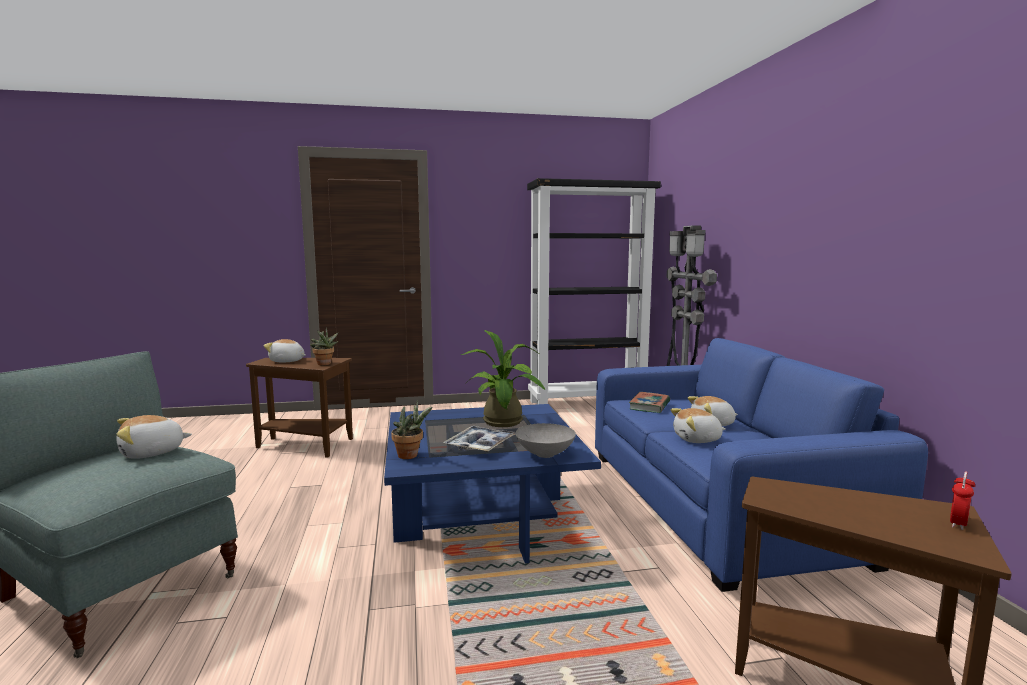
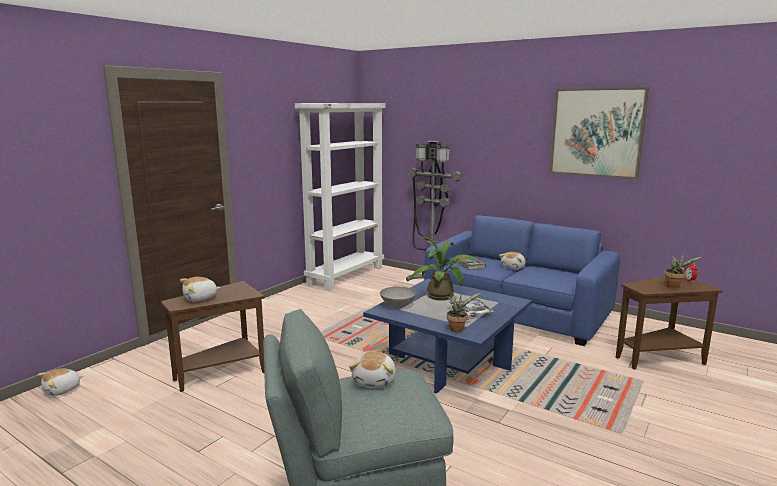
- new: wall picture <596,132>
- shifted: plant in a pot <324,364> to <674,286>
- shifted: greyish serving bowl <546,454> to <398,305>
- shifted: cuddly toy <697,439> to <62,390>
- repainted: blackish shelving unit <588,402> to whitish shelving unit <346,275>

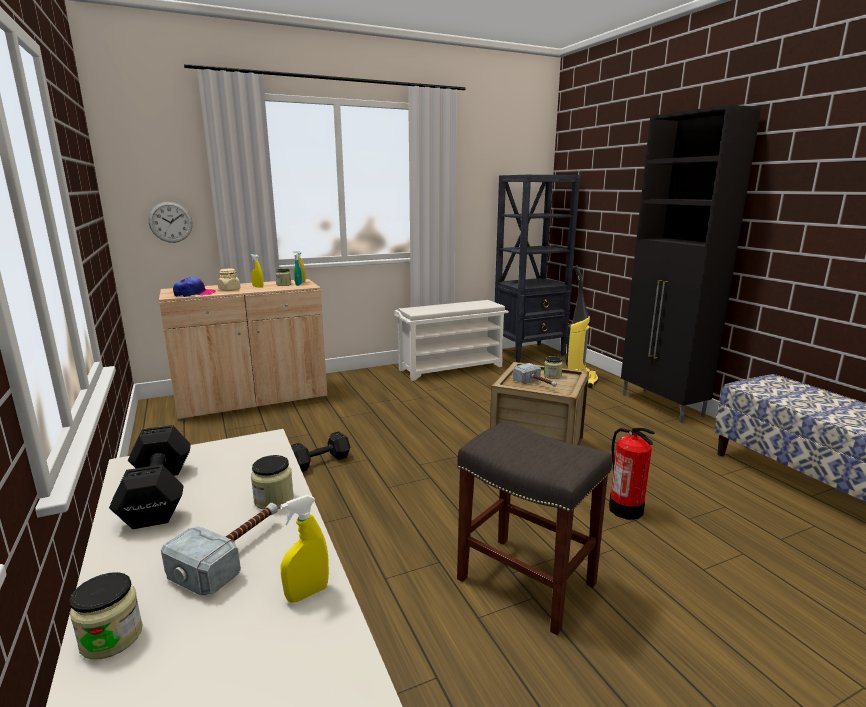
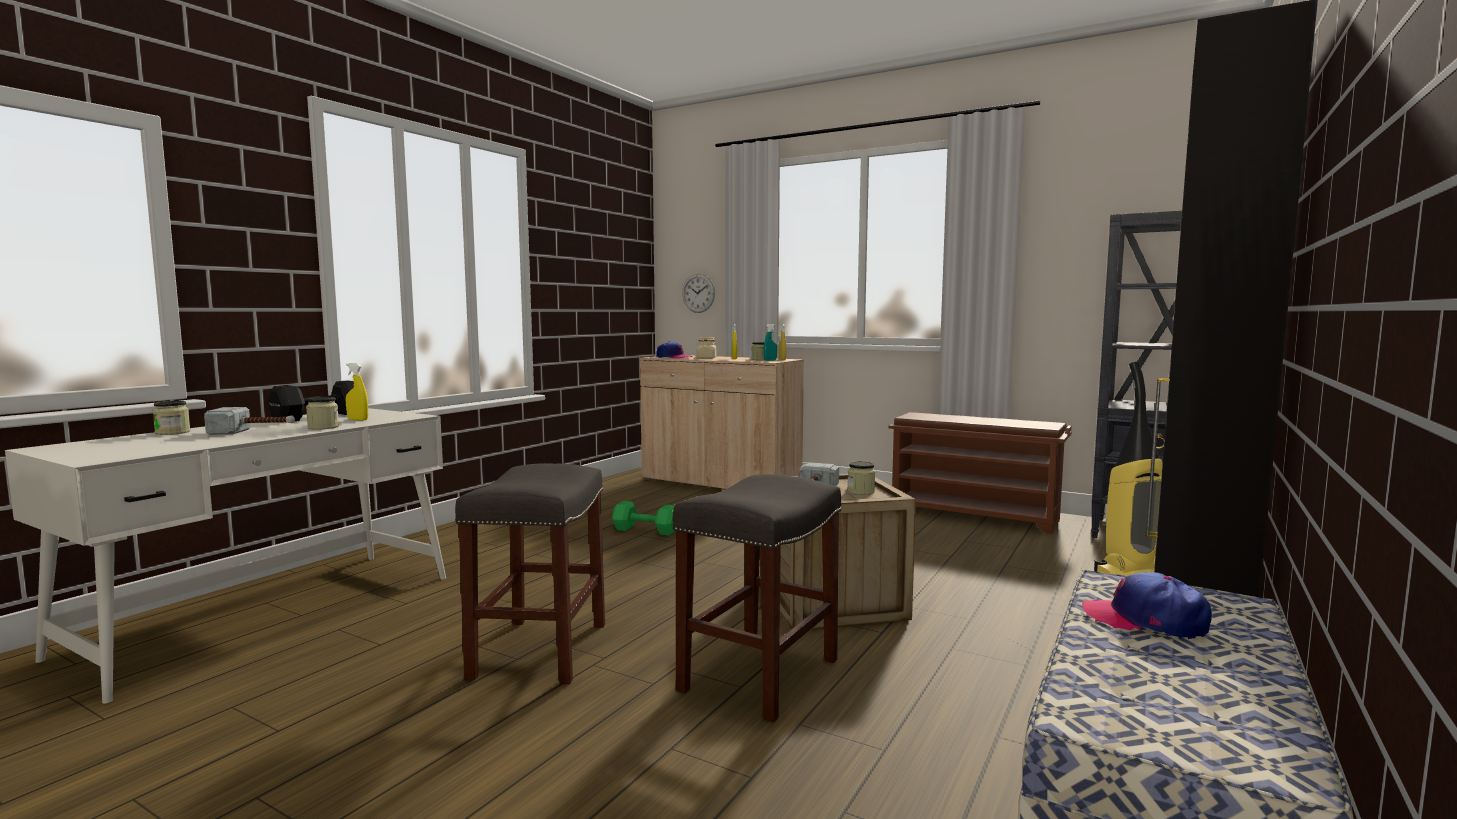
- new: peaked cap <1145,620>
- shifted: yellowish spray bottle <307,593> to <357,420>
- swapped: fire-fighting cylinder <625,509> to greyish sitting stool <759,676>
- repainted: blackish free weight <321,462> to green free weight <647,531>
- repainted: whitish shoe rack <451,368> to brown shoe rack <975,515>

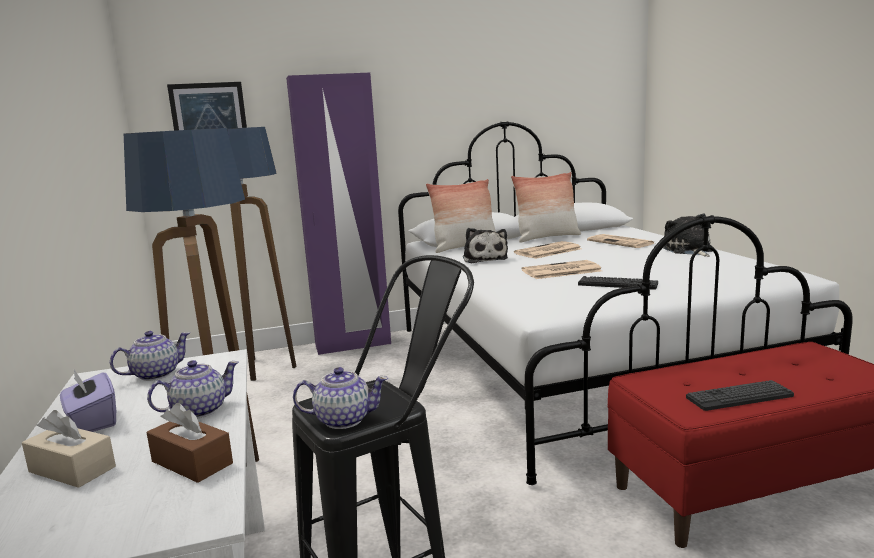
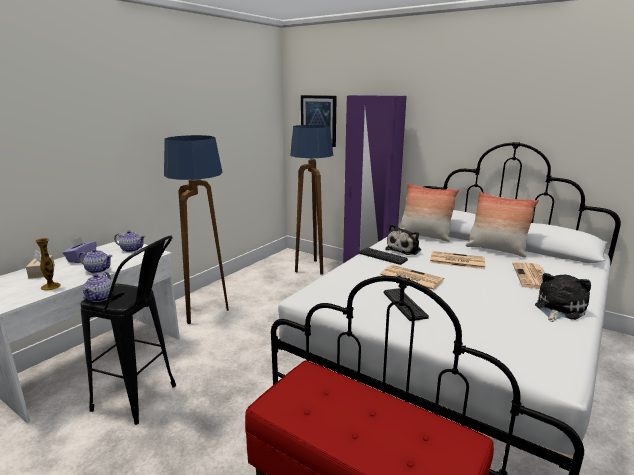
- shifted: PC keyboard <739,397> to <382,256>
- swapped: brown box of tissues <192,462> to decorative vase <50,286>
- rotated: pot for tea <343,419> = <100,297> 45 degrees clockwise

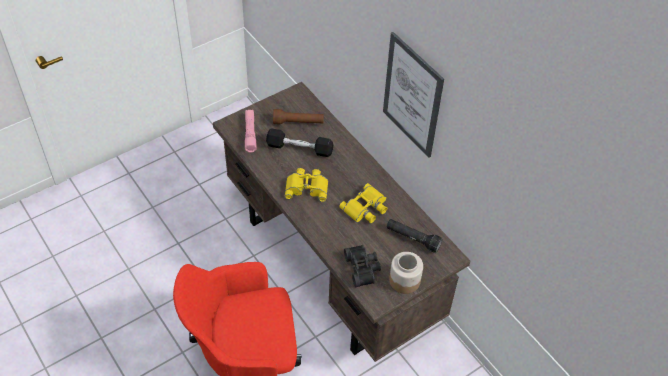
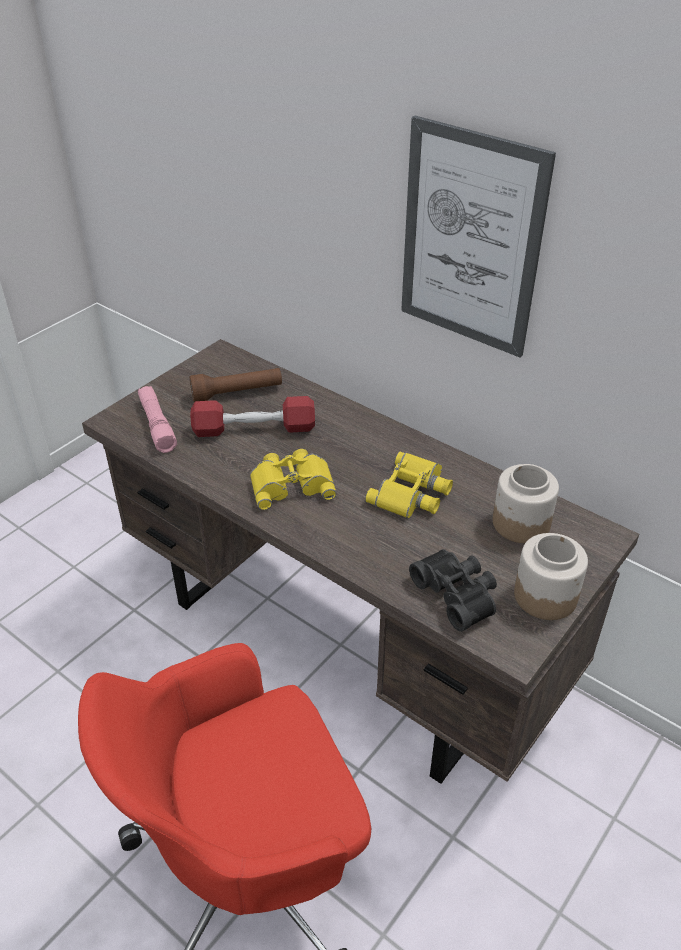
- swapped: blackish hand torch <412,239> to preserve jar <520,523>
- repainted: blackish free weight <299,148> to red free weight <254,429>

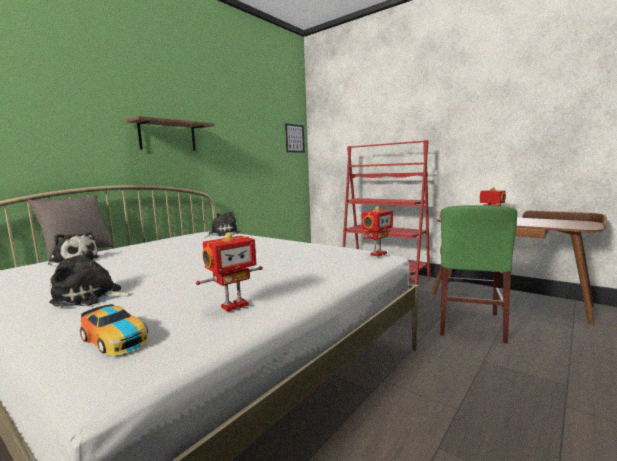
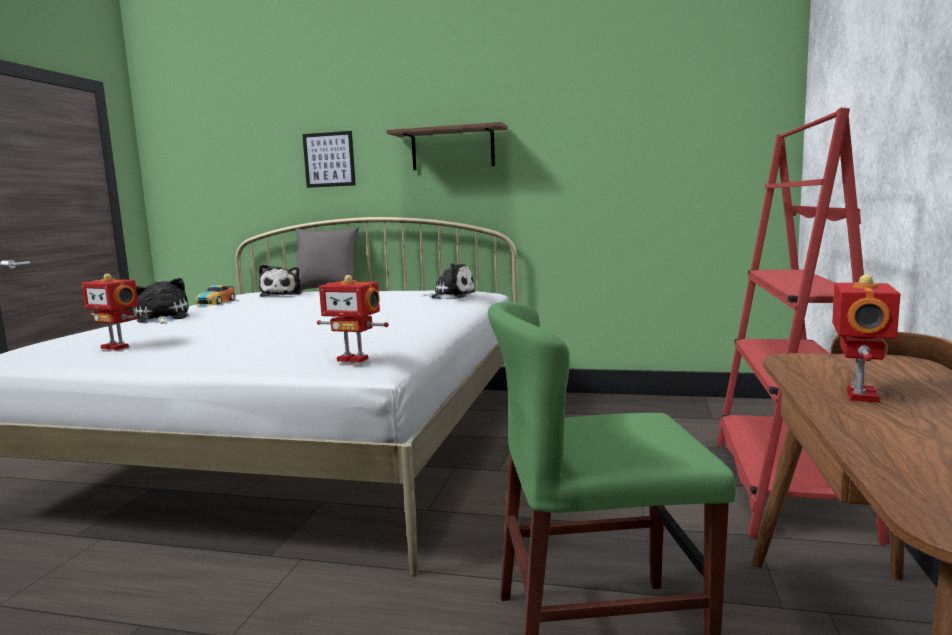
- shifted: model car <115,339> to <215,302>
- shifted: wall picture <294,138> to <329,159>

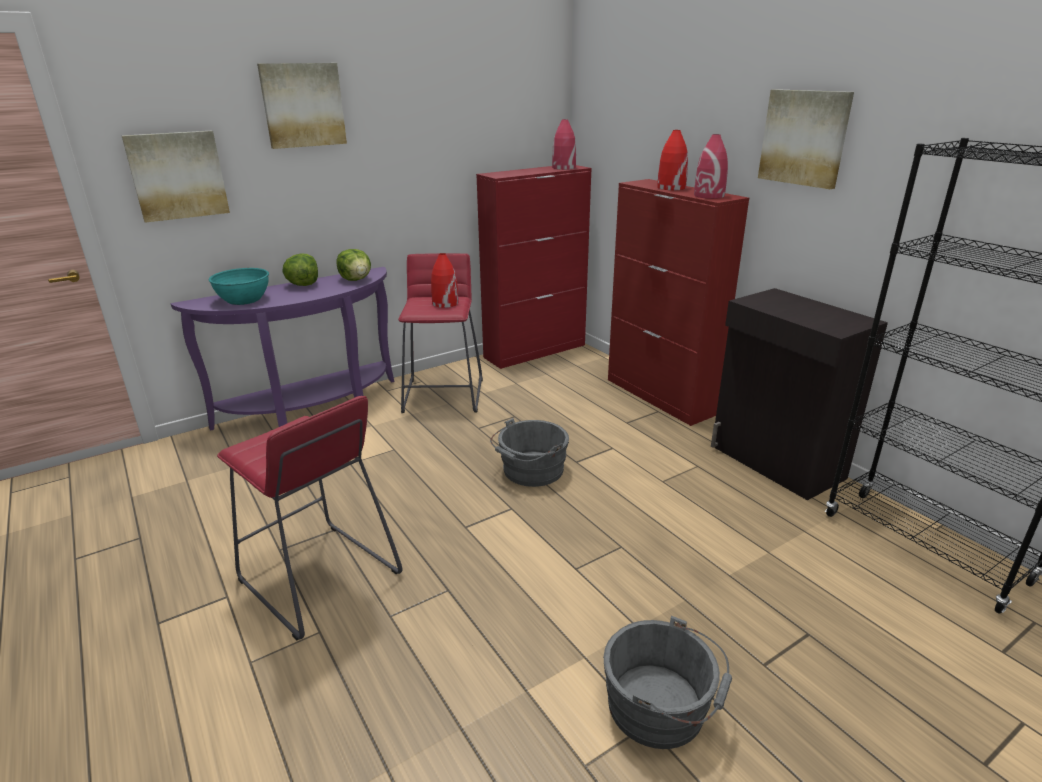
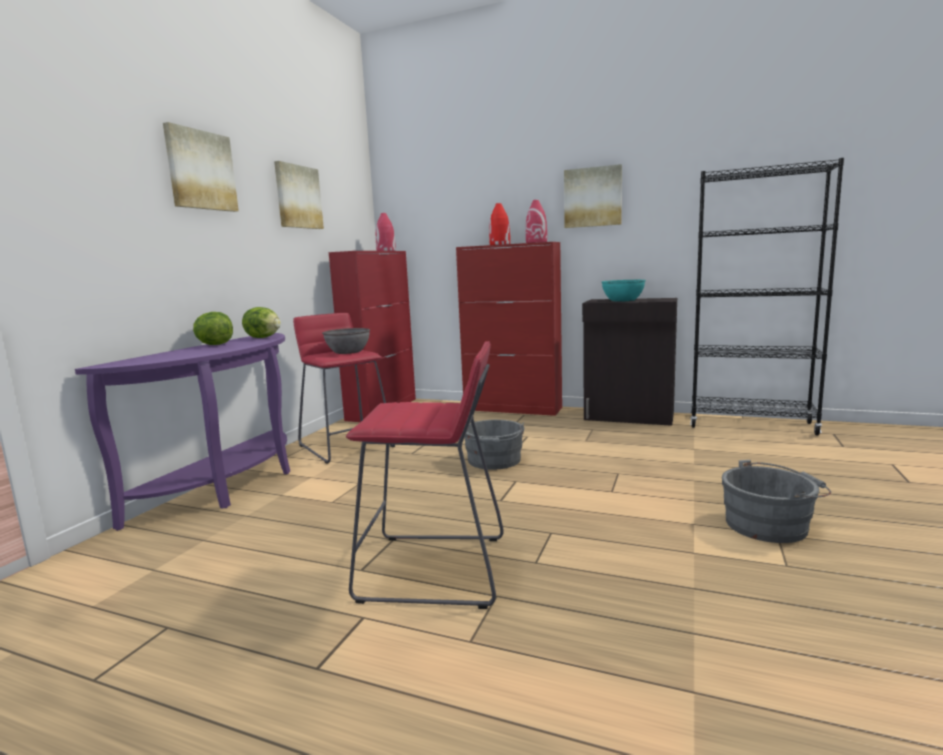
- shifted: wall picture <177,175> to <298,197>
- shifted: blue-green serving bowl <244,300> to <623,300>
- swapped: red decorative vase <445,303> to greyish serving bowl <348,352>

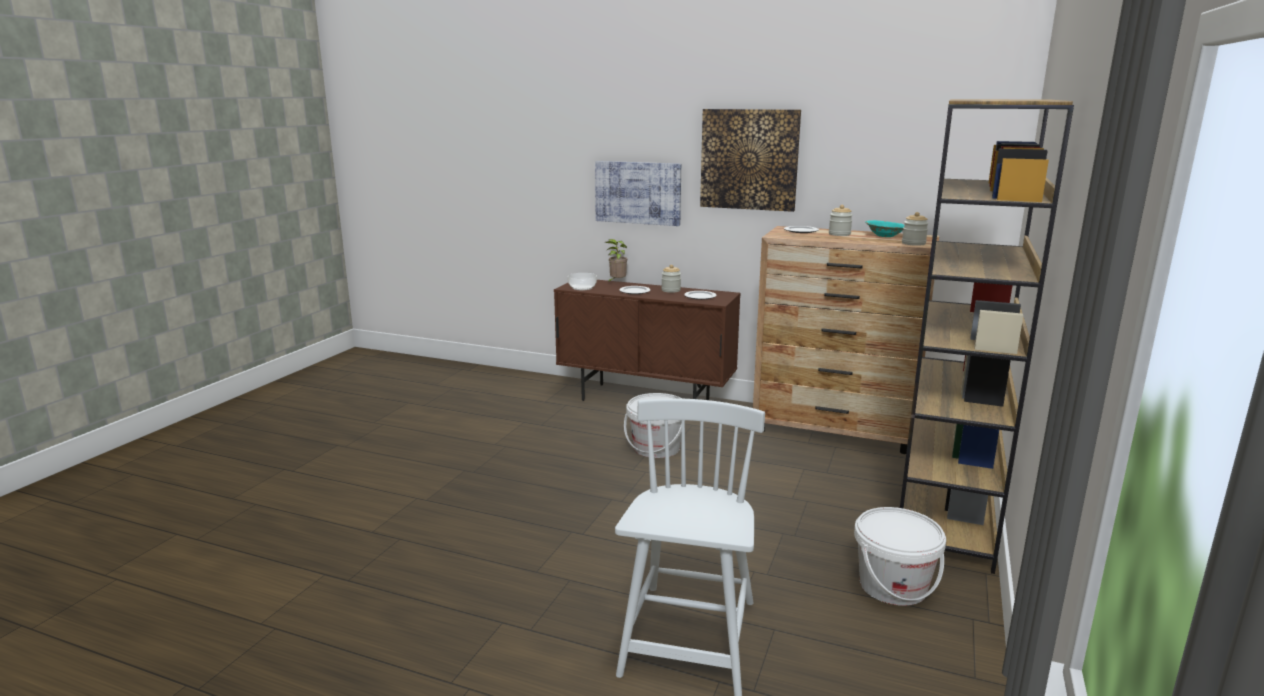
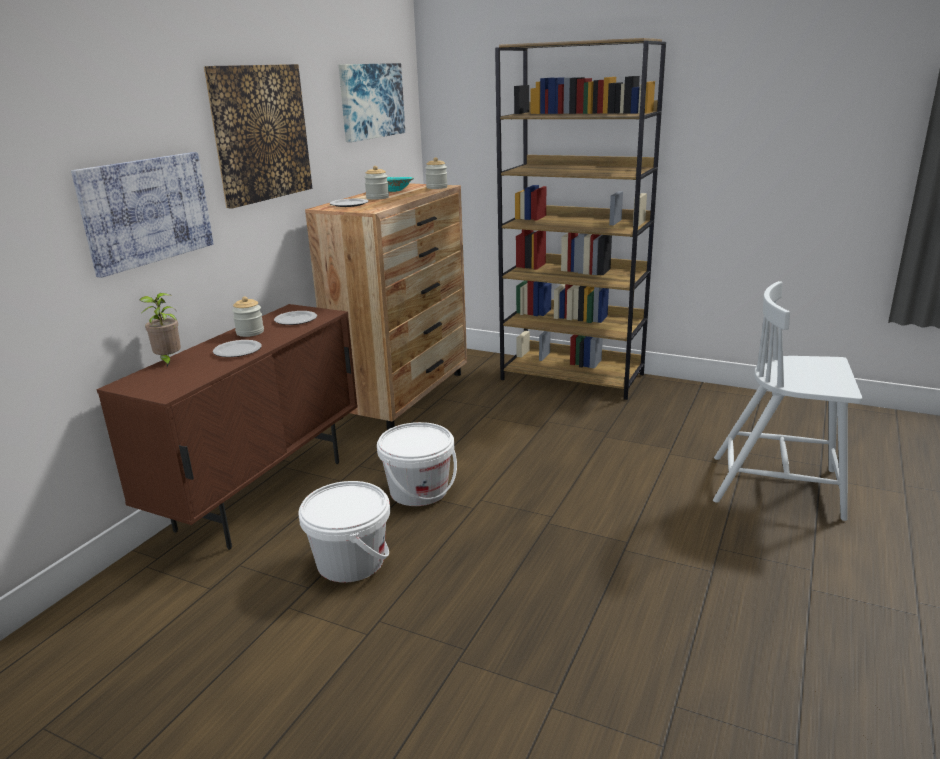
- gone: serving bowl <582,287>
- new: wall picture <371,101>
- shifted: whitish bucket <893,586> to <351,561>

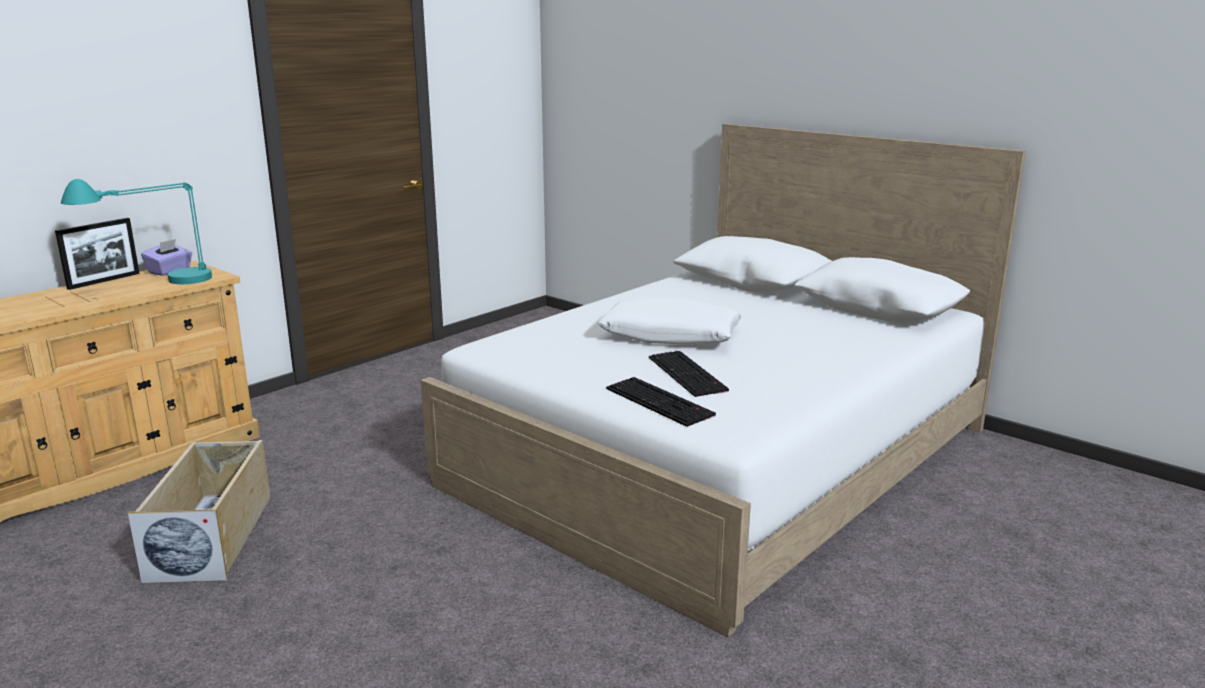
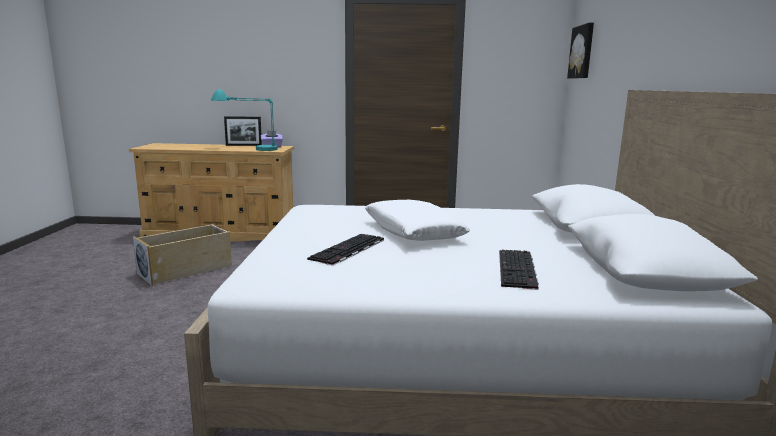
- new: wall picture <582,52>
- shifted: PC keyboard <661,402> to <518,269>

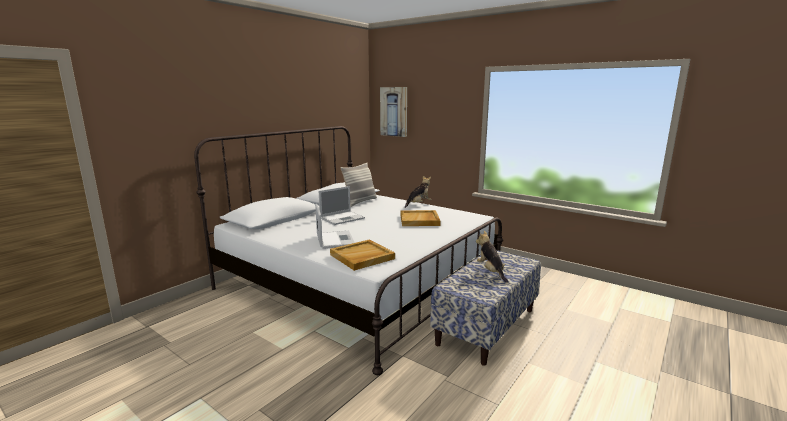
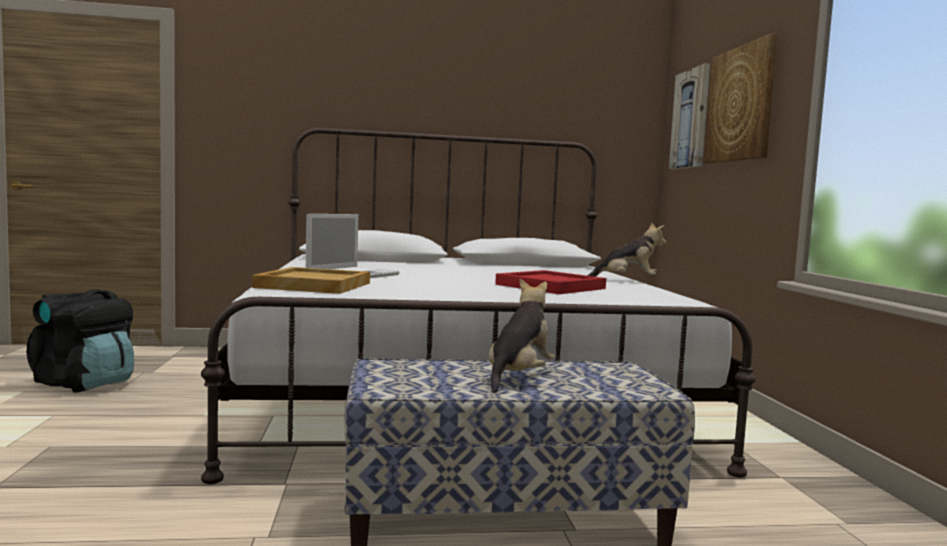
- gone: notebook computer <342,218>
- gone: throw pillow <360,202>
- new: blackish backpack <85,384>
- new: wall picture <740,104>
- repainted: beige-coloured serving tray <419,220> to red serving tray <550,286>

